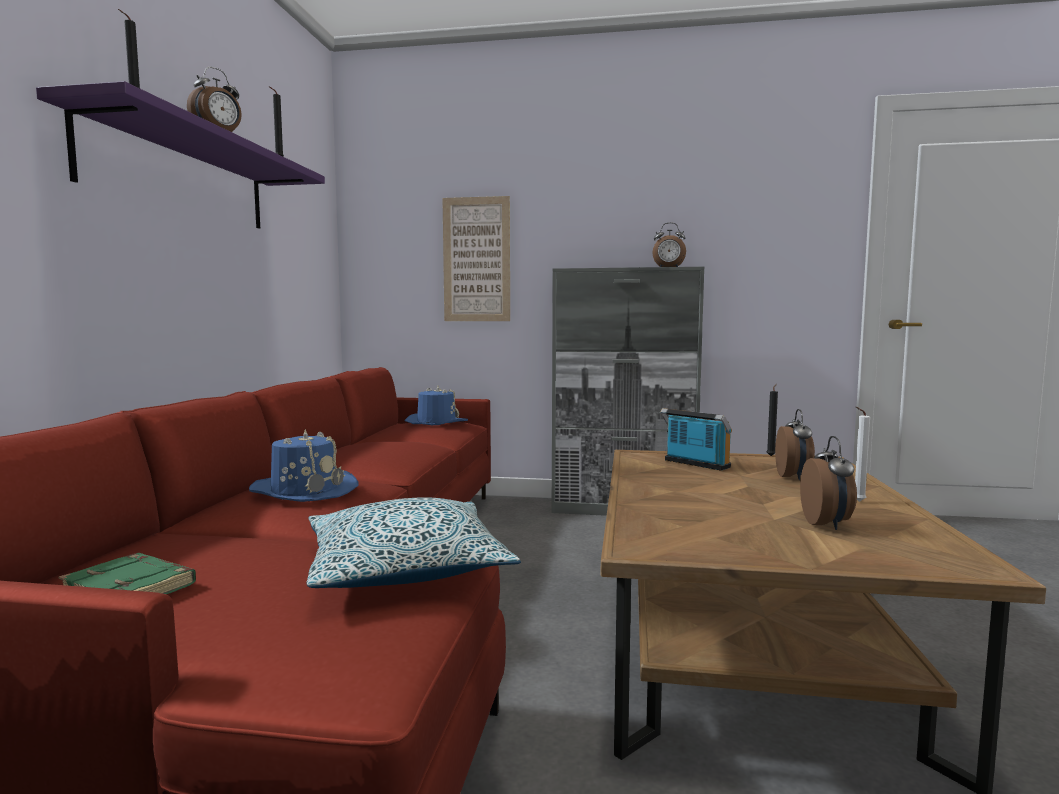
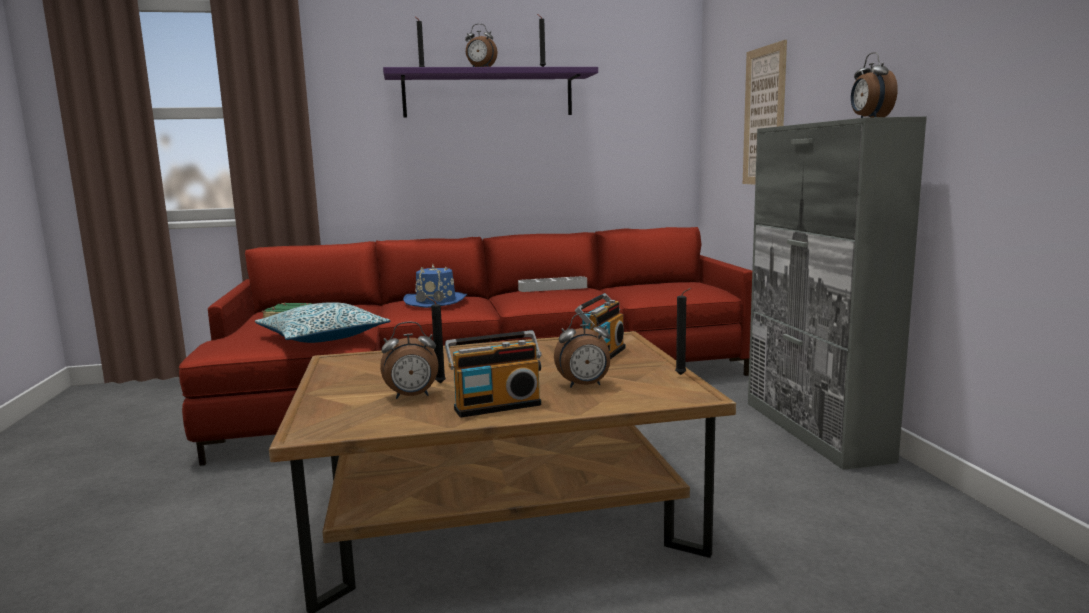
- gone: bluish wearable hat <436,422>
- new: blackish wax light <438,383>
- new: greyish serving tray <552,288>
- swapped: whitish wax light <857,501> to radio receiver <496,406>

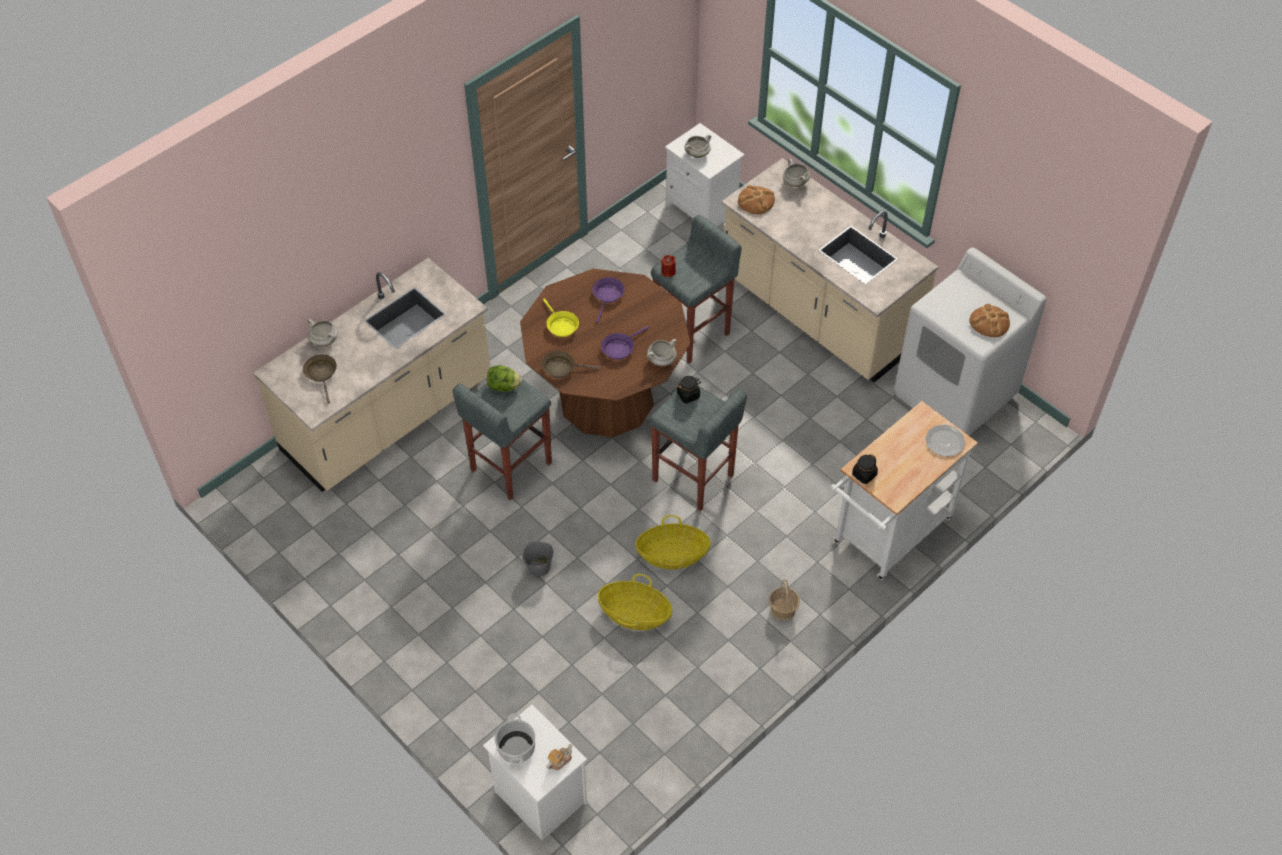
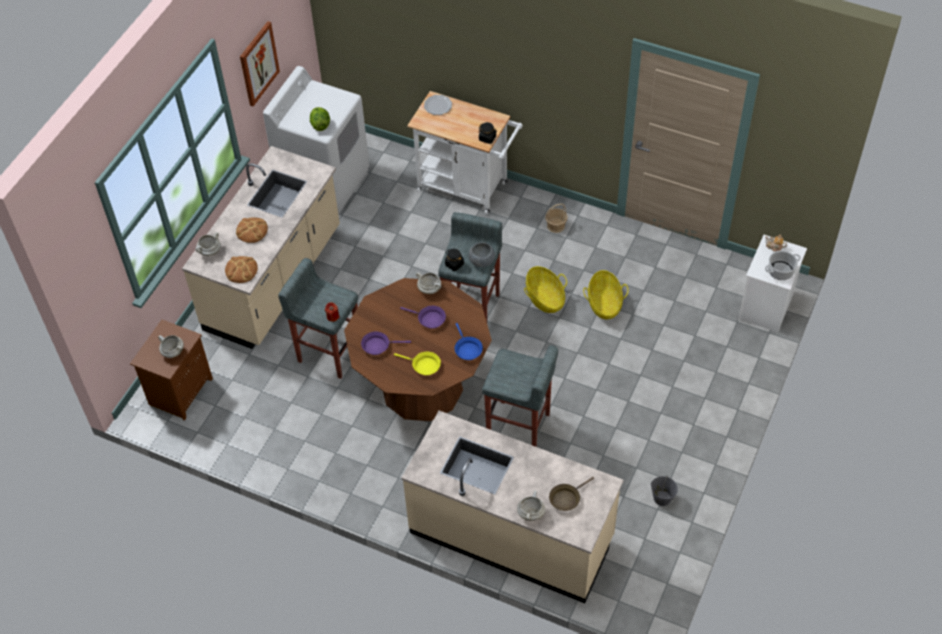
- new: wall picture <258,63>
- new: greyish serving bowl <482,261>
- shifted: lettuce <504,387> to <320,125>
- shifted: greyish bucket <539,567> to <662,498>
- shifted: bakery bread <989,322> to <252,231>
- repainted: brown pan <561,368> to bluish pan <467,349>
- repainted: whitish nightstand <703,209> to brown nightstand <180,391>
- rotated: yellowish pan <561,325> = <424,365> 75 degrees clockwise

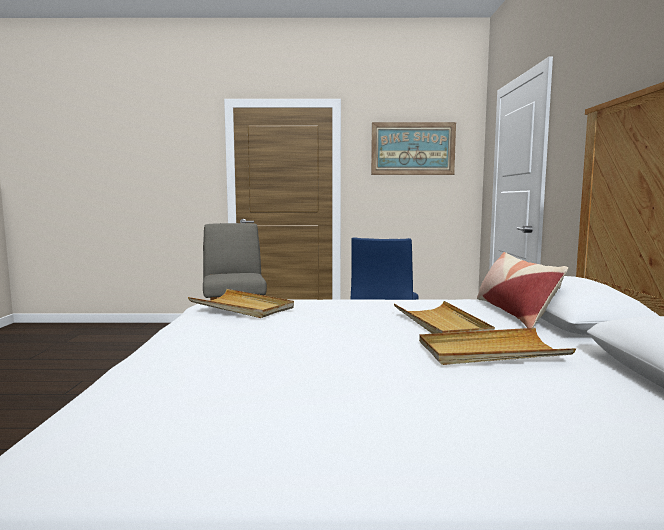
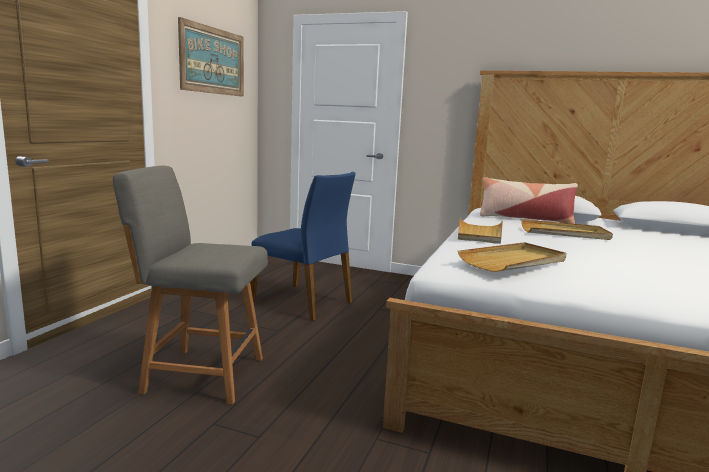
- shifted: beige-coloured serving tray <491,351> to <479,233>

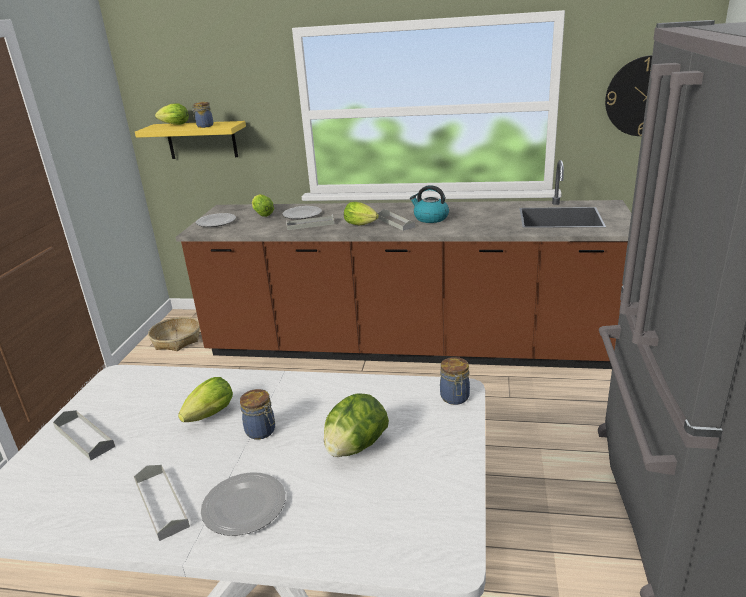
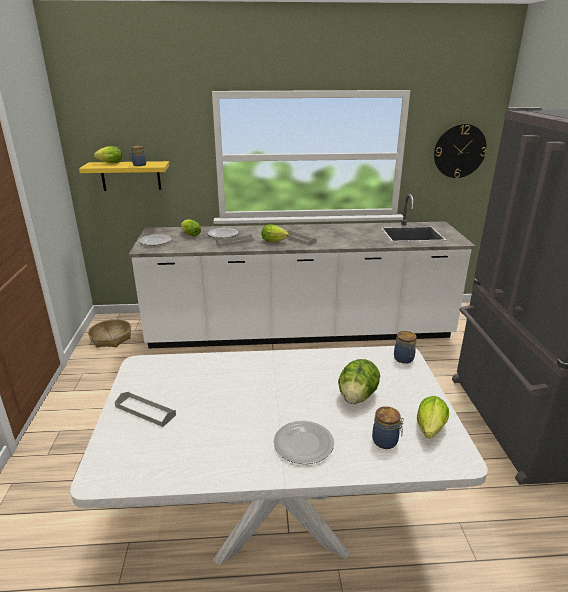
- gone: greyish serving tray <161,504>
- gone: tea kettle <430,218>
- shifted: lettuce <208,417> to <430,431>
- shifted: preserve jar <261,431> to <386,441>
- repainted: brown kitchen counter <407,347> to whitish kitchen counter <300,332>

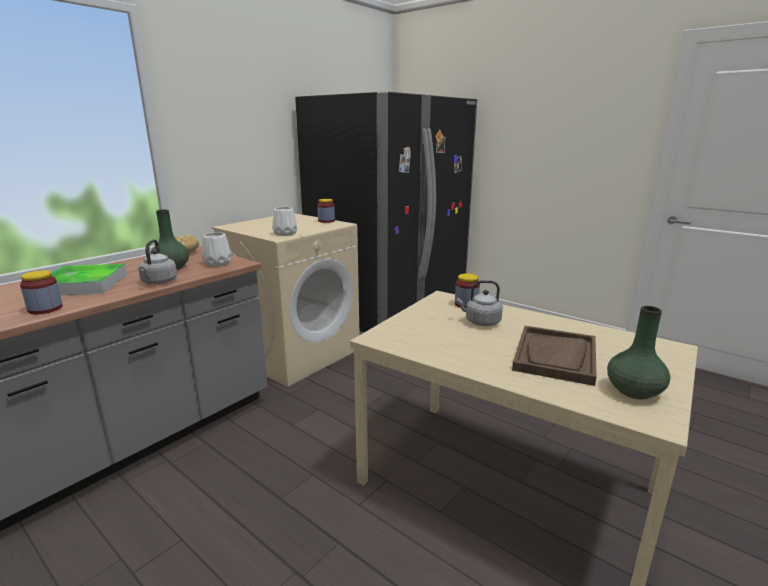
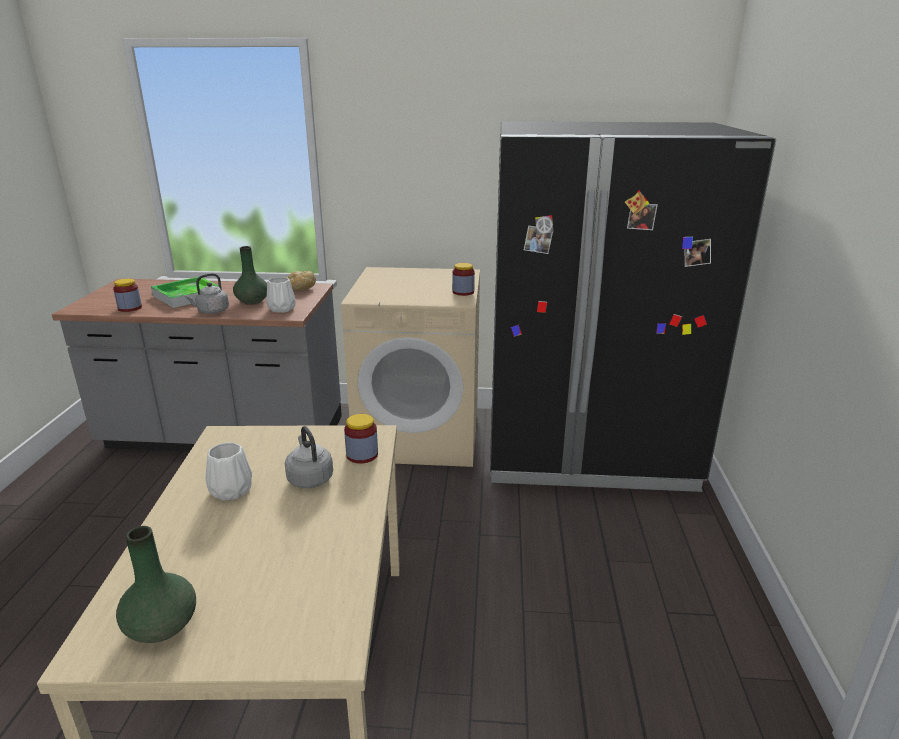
- gone: brown serving tray <555,356>
- shifted: whitish decorative vase <284,234> to <230,490>

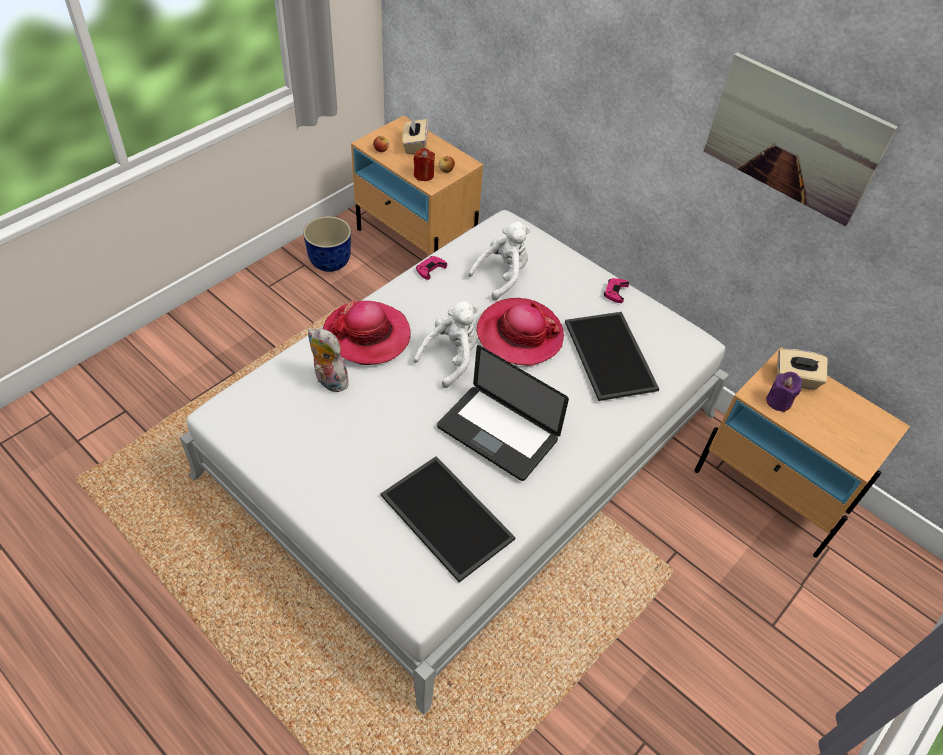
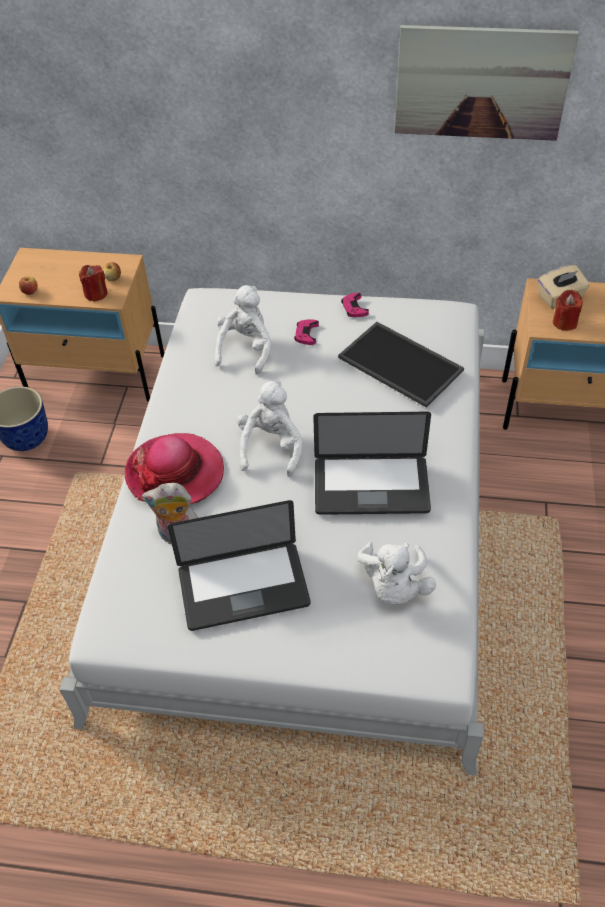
- gone: beige-coloured box of tissues <415,146>
- gone: wearable hat <519,334>
- new: notebook computer <243,587>
- shifted: pink game controller <430,269> to <306,334>
- swapped: serving tray <444,517> to whitish cuddly toy <394,586>
- repainted: purplish wax light <778,401> to red wax light <564,322>

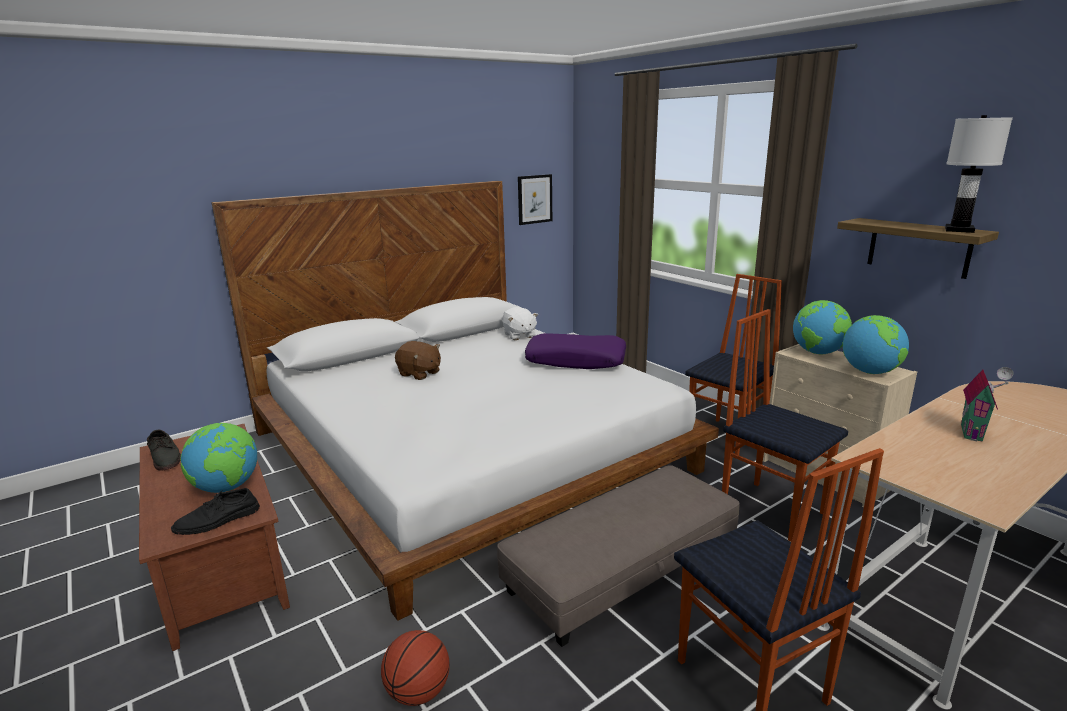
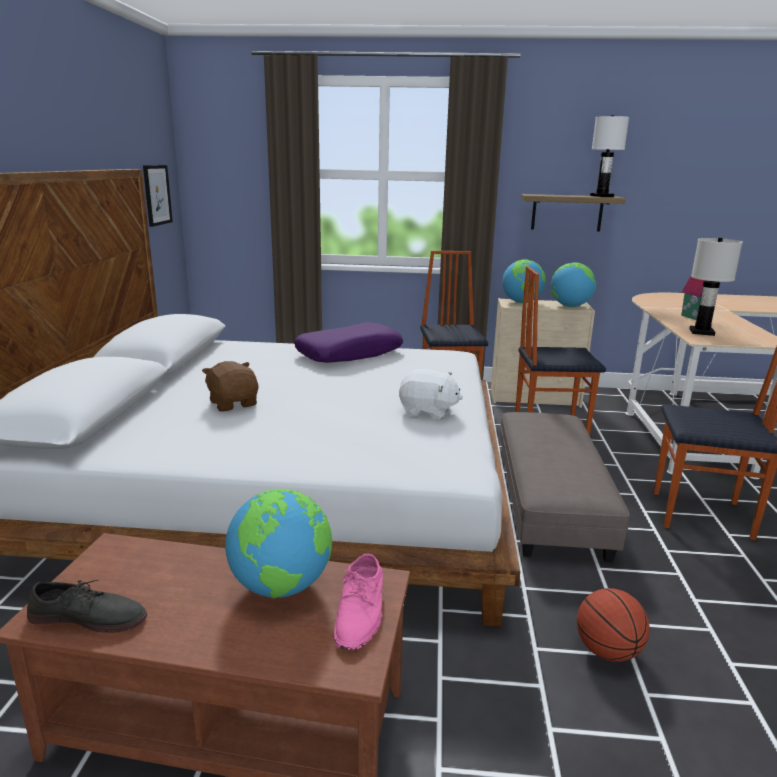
- new: whitish lamp for a table <701,332>
- shifted: whitish cuddly toy <519,335> to <428,411>
- repainted: blackish low shoe <217,520> to pink low shoe <361,611>
- rotated: brown cuddly toy <419,374> = <234,403> 105 degrees counterclockwise

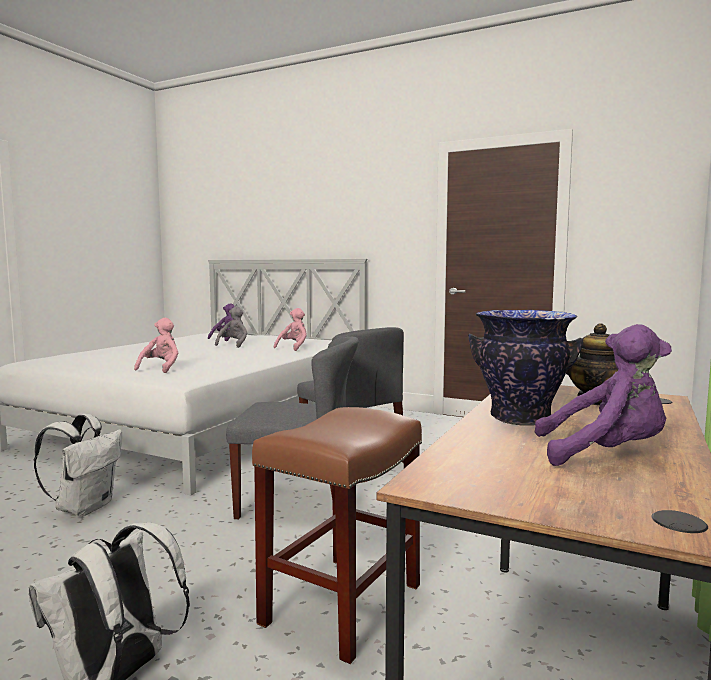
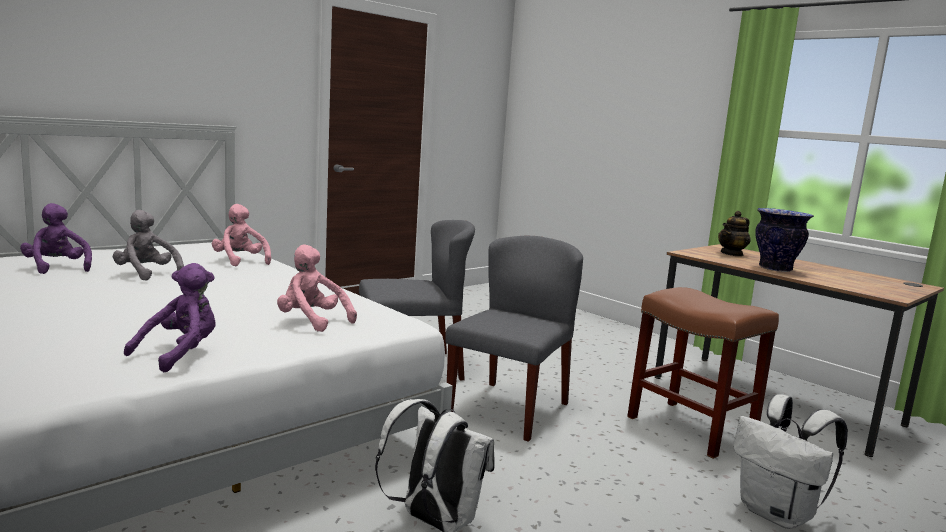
- shifted: purplish cuddly toy <605,454> to <180,354>

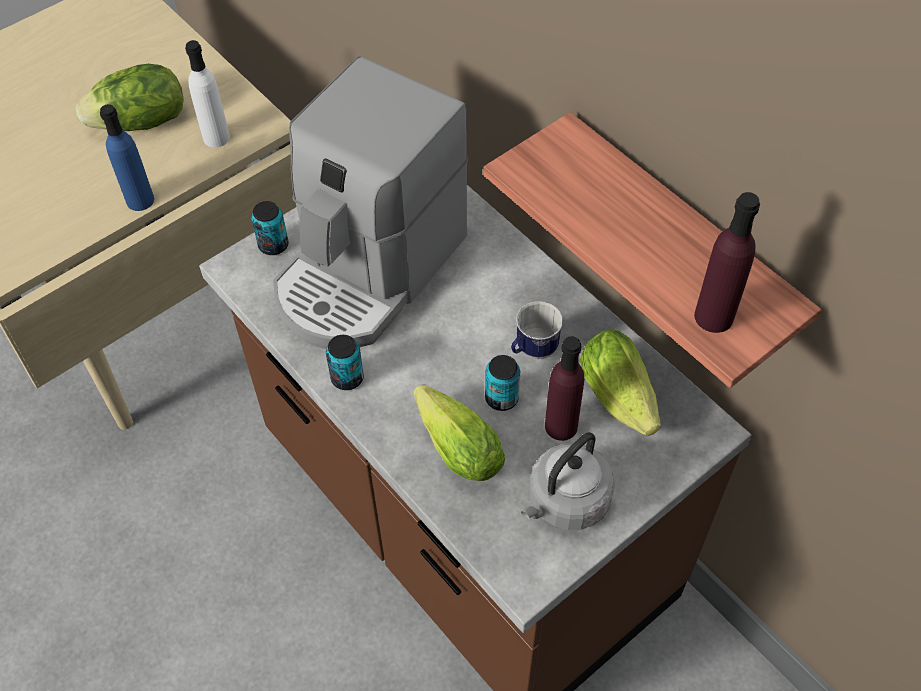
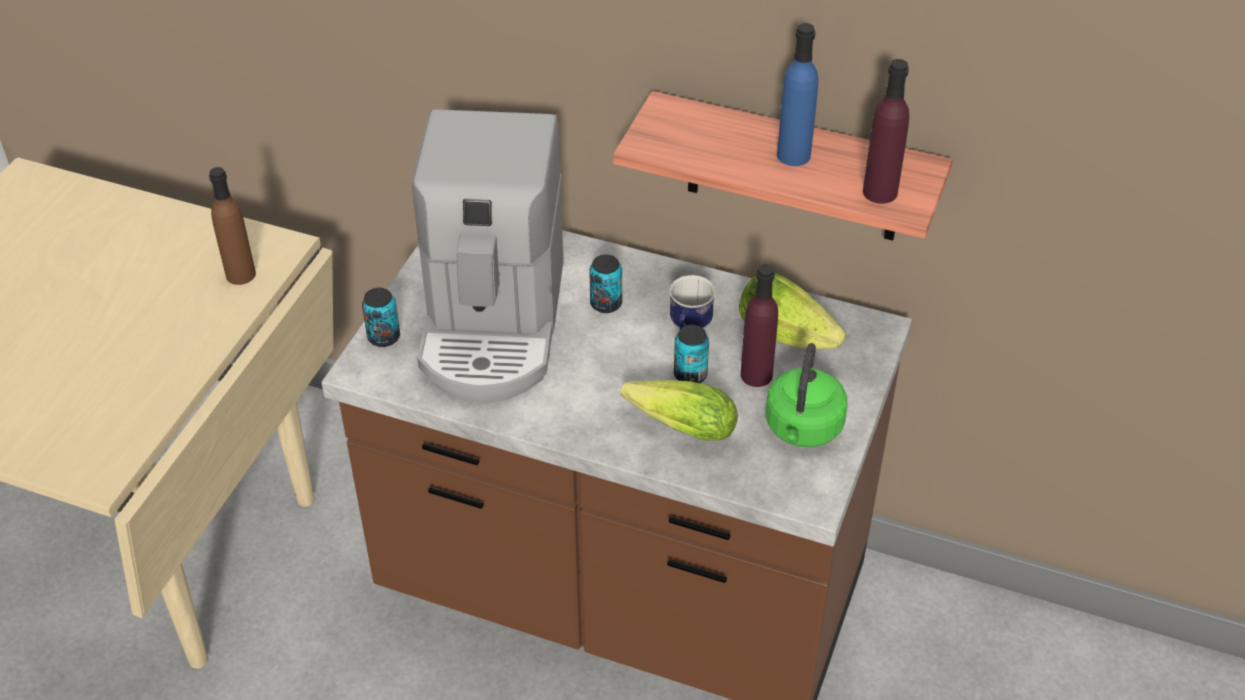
- gone: lettuce <141,123>
- shifted: bluish beverage bottle <140,200> to <793,155>
- shifted: sealed can <347,378> to <606,304>
- repainted: whitish beverage bottle <216,138> to brown beverage bottle <240,274>
- repainted: greyish tea kettle <565,502> to green tea kettle <803,429>

